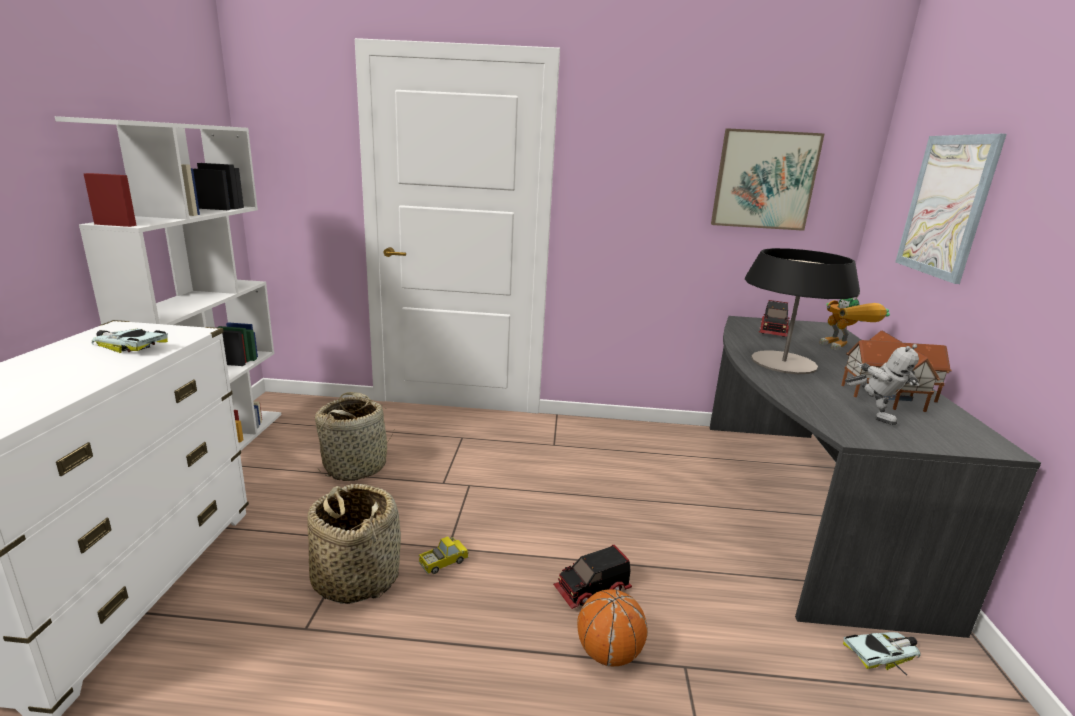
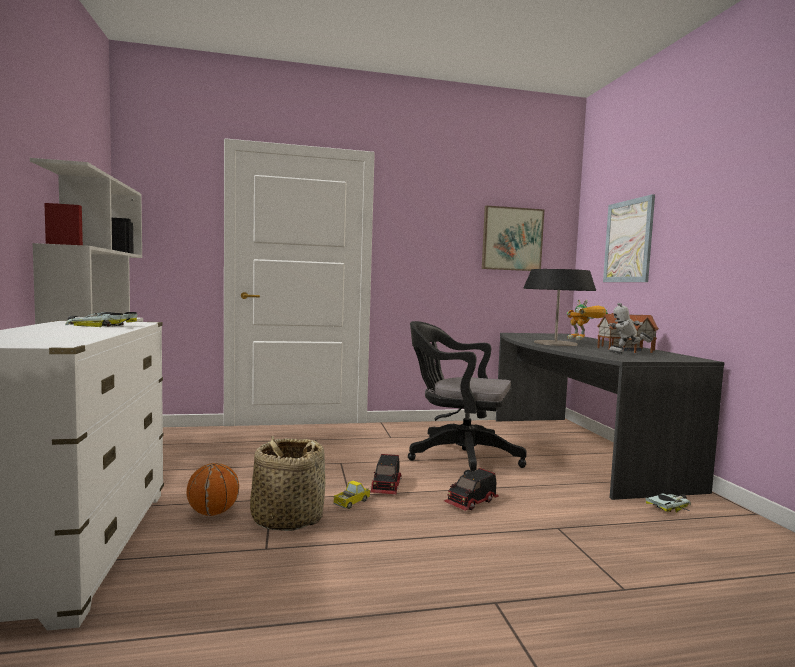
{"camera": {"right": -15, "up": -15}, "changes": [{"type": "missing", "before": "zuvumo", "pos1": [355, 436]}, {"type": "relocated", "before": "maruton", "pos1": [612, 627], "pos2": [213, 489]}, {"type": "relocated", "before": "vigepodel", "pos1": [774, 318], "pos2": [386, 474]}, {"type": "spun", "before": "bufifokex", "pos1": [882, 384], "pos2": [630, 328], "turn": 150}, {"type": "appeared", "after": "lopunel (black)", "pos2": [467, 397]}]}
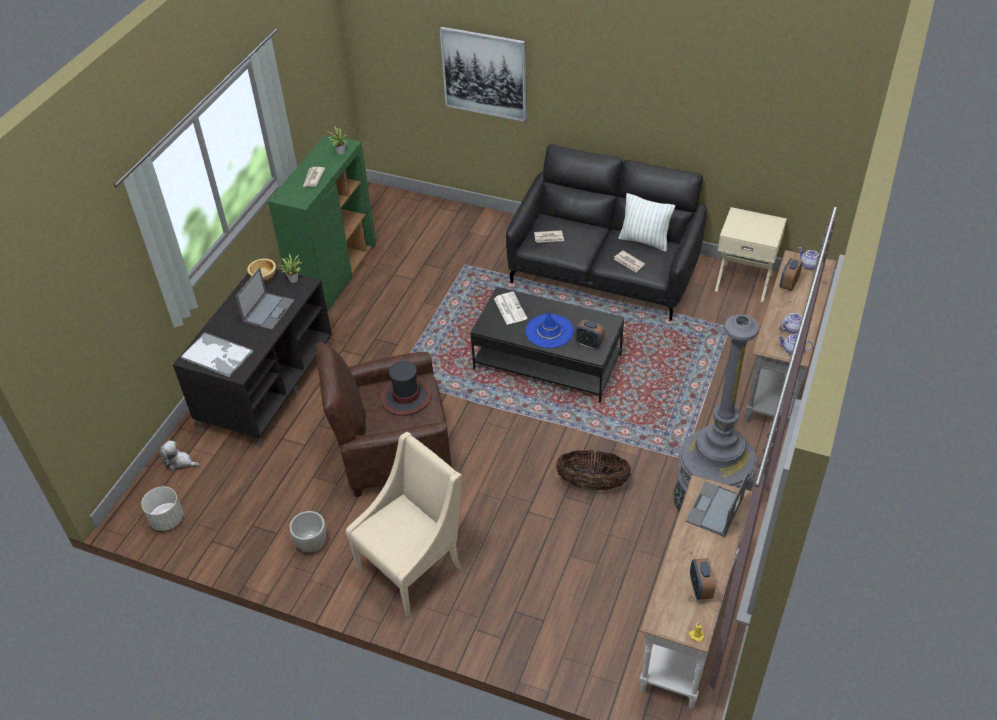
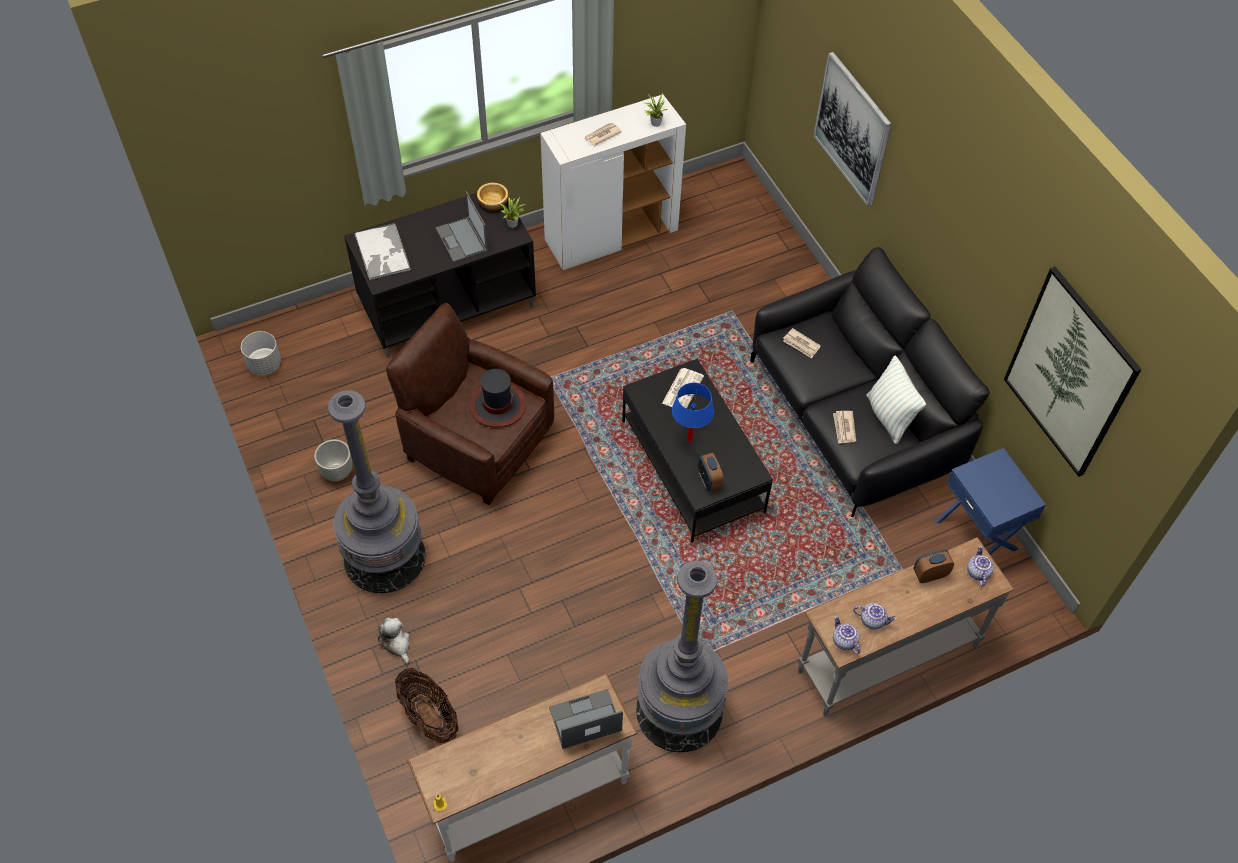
{"camera": {"right": 40, "up": 10}, "changes": [{"type": "relocated", "before": "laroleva", "pos1": [179, 455], "pos2": [394, 641]}, {"type": "spun", "before": "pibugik", "pos1": [265, 298], "pos2": [462, 226], "turn": 90}, {"type": "colour", "before": "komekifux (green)", "after": "komekifux (white)", "pos1": [322, 223], "pos2": [613, 182]}, {"type": "exchanged", "before": "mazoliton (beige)", "after": "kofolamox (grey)", "pos1": [404, 525], "pos2": [377, 491]}, {"type": "exchanged", "before": "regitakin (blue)", "after": "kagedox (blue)", "pos1": [550, 329], "pos2": [693, 412]}, {"type": "relocated", "before": "zuvumo", "pos1": [593, 470], "pos2": [426, 706]}, {"type": "missing", "before": "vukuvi", "pos1": [702, 579]}, {"type": "colour", "before": "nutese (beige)", "after": "nutese (blue)", "pos1": [751, 254], "pos2": [990, 501]}, {"type": "appeared", "after": "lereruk", "pos2": [1073, 372]}]}
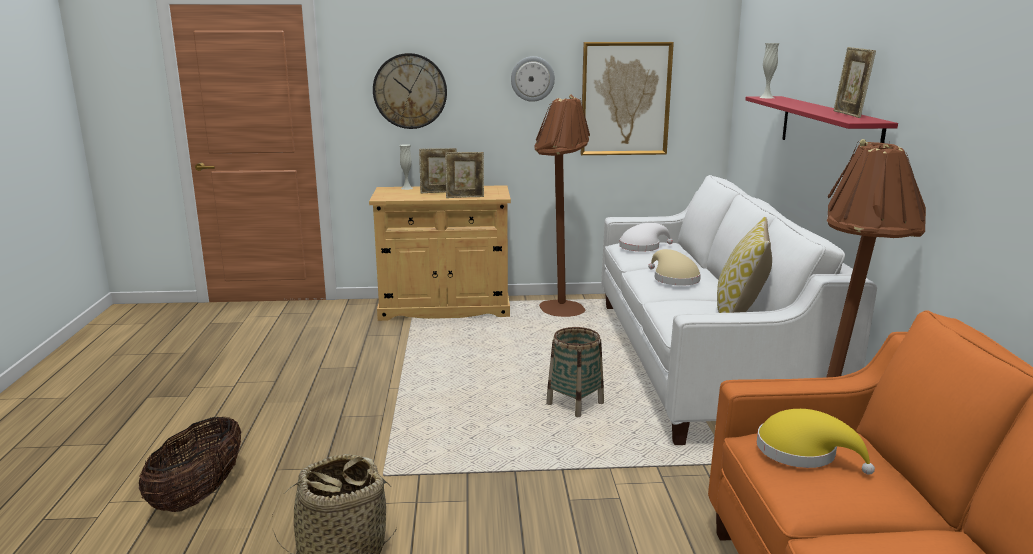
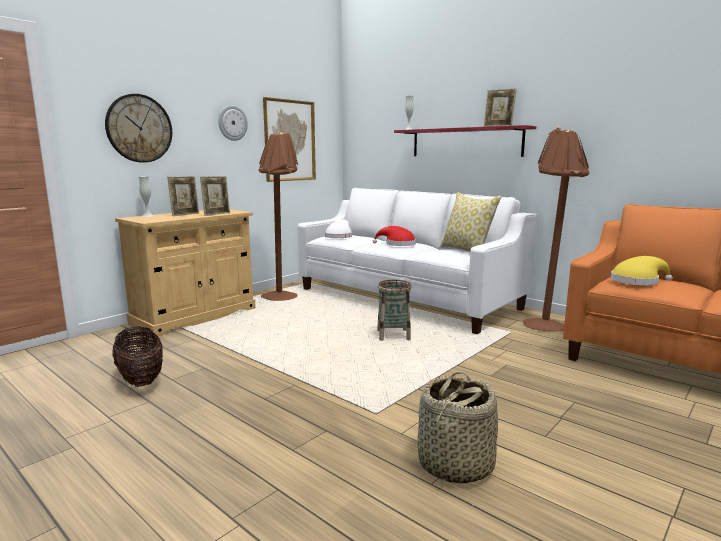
{"camera": {"right": -45, "up": -5}, "changes": [{"type": "relocated", "before": "zuvumo", "pos1": [190, 464], "pos2": [137, 356]}, {"type": "colour", "before": "regitakin (beige)", "after": "regitakin (red)", "pos1": [674, 267], "pos2": [394, 236]}]}
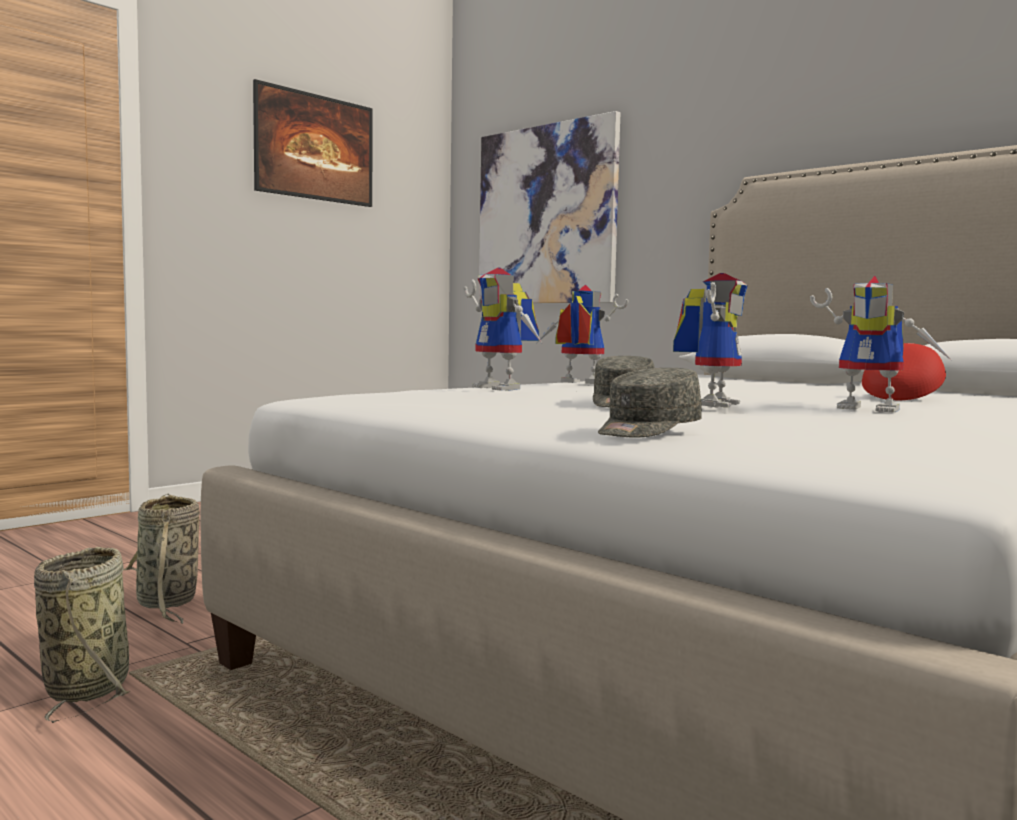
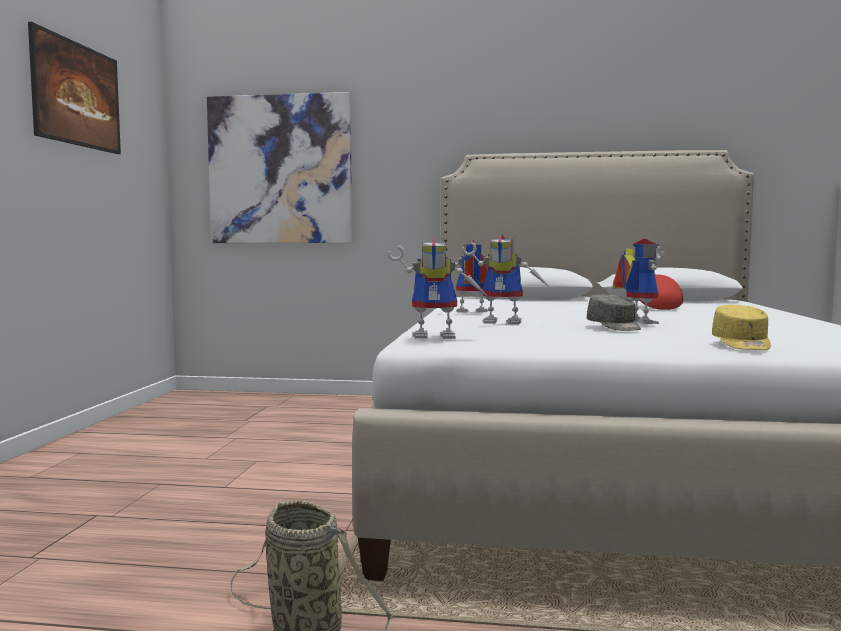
{"camera": {"right": -35, "up": 0}, "changes": [{"type": "missing", "before": "zuvumo", "pos1": [161, 559]}, {"type": "colour", "before": "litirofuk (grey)", "after": "litirofuk (yellow)", "pos1": [650, 403], "pos2": [741, 327]}, {"type": "relocated", "before": "bufifokex", "pos1": [880, 344], "pos2": [437, 288]}]}
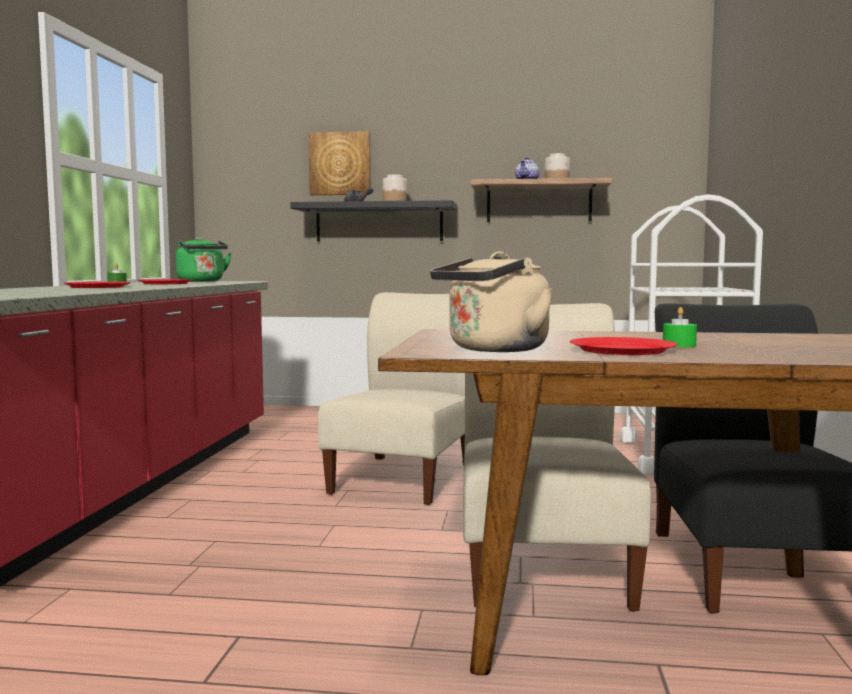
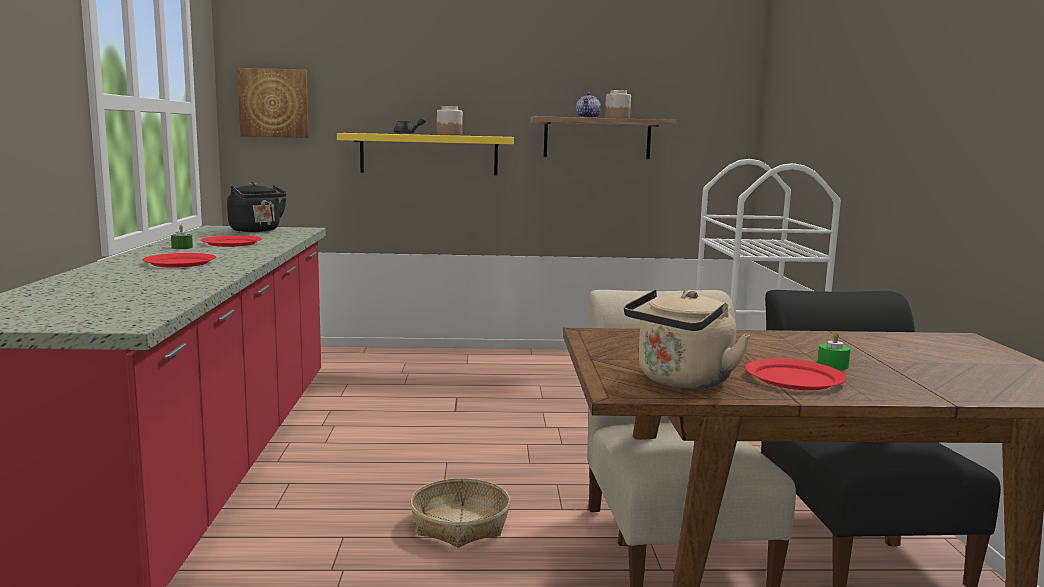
{"camera": {"right": -10, "up": 5}, "changes": [{"type": "colour", "before": "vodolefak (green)", "after": "vodolefak (black)", "pos1": [203, 259], "pos2": [257, 207]}, {"type": "colour", "before": "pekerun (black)", "after": "pekerun (yellow)", "pos1": [373, 221], "pos2": [425, 154]}, {"type": "relocated", "before": "lereruk", "pos1": [340, 163], "pos2": [273, 103]}, {"type": "missing", "before": "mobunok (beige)", "pos1": [391, 398]}, {"type": "appeared", "after": "zuvumo", "pos2": [460, 512]}]}
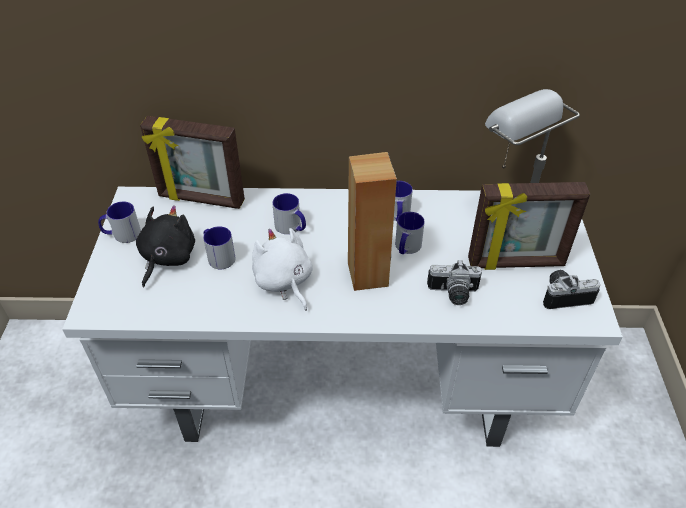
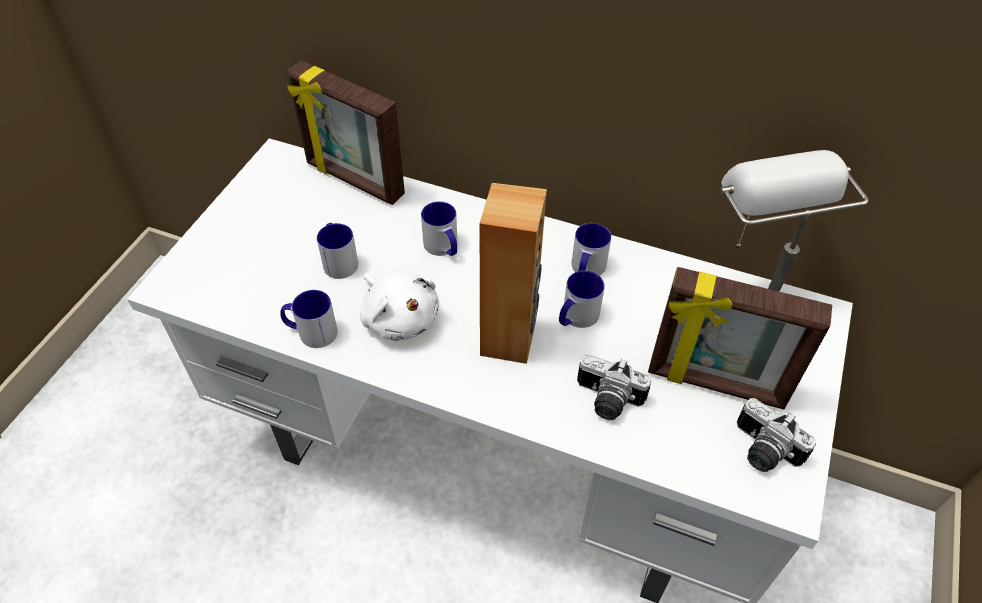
{"camera": {"right": 20, "up": 5}, "changes": [{"type": "relocated", "before": "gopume", "pos1": [119, 222], "pos2": [309, 319]}, {"type": "missing", "before": "laroleva (black)", "pos1": [165, 246]}, {"type": "spun", "before": "laroleva (white)", "pos1": [282, 269], "pos2": [399, 306], "turn": 150}, {"type": "spun", "before": "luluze", "pos1": [571, 289], "pos2": [777, 435], "turn": -150}]}
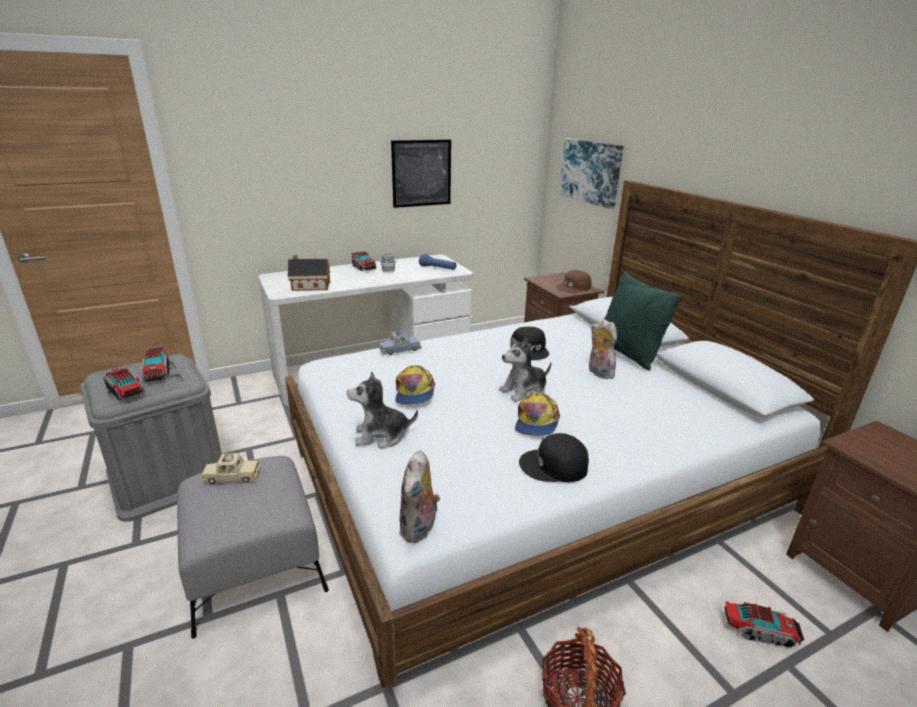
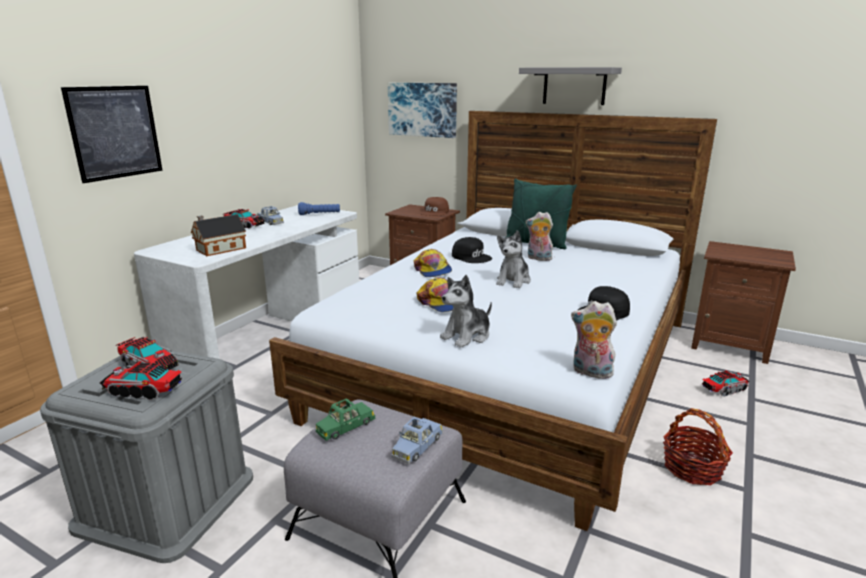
{"camera": {"right": -35, "up": -5}, "changes": [{"type": "colour", "before": "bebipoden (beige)", "after": "bebipoden (green)", "pos1": [231, 468], "pos2": [345, 419]}, {"type": "relocated", "before": "bebipoden (blue)", "pos1": [401, 343], "pos2": [417, 441]}, {"type": "relocated", "before": "lereruk", "pos1": [421, 174], "pos2": [112, 134]}, {"type": "spun", "before": "laroleva", "pos1": [419, 496], "pos2": [594, 340], "turn": 135}, {"type": "relocated", "before": "litirofuk", "pos1": [537, 414], "pos2": [433, 263]}, {"type": "appeared", "after": "pekerun (grey)", "pos2": [570, 86]}]}
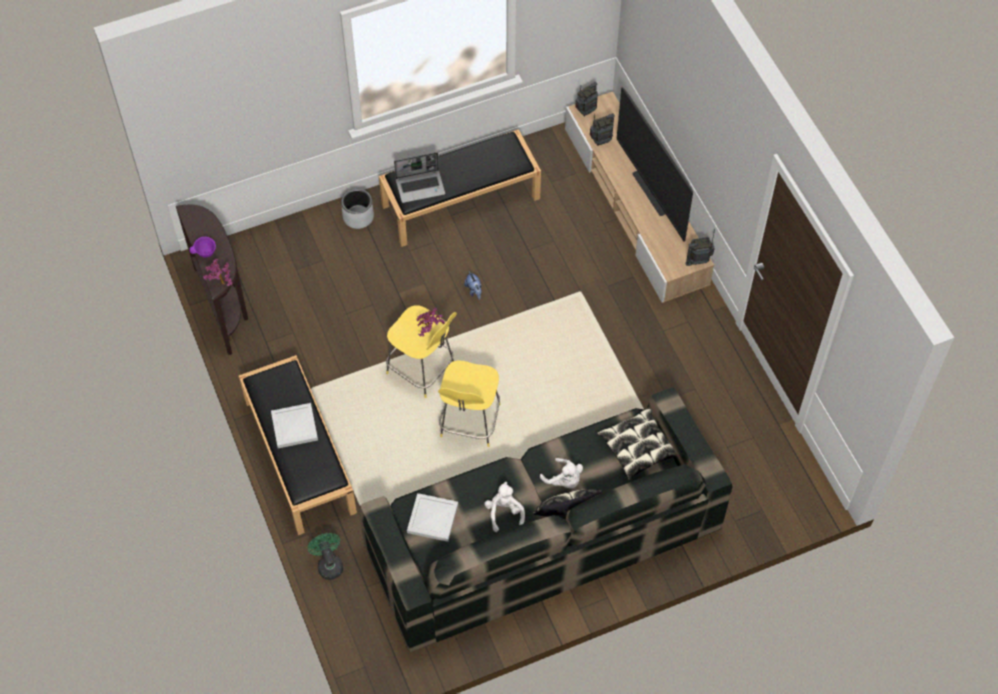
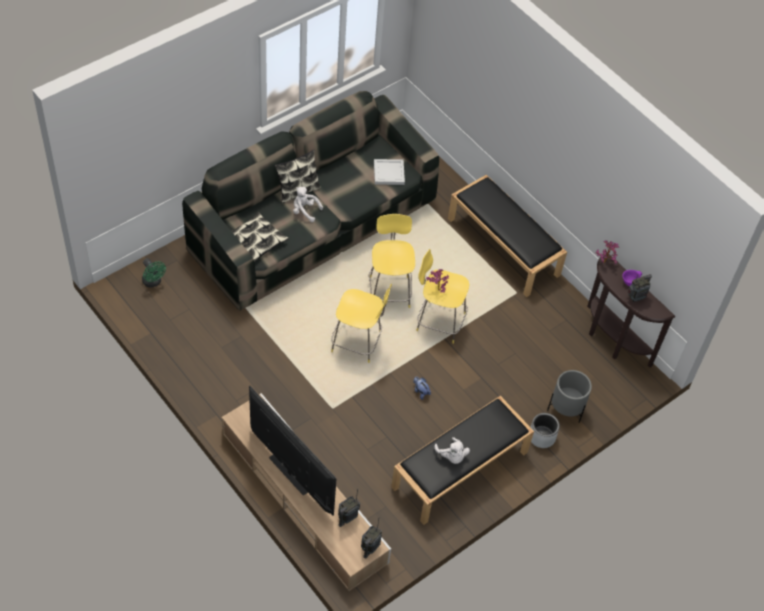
{"camera": {"right": 160, "up": -5}, "changes": [{"type": "missing", "before": "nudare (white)", "pos1": [294, 425]}, {"type": "relocated", "before": "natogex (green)", "pos1": [325, 556], "pos2": [154, 272]}, {"type": "missing", "before": "pibugik", "pos1": [419, 177]}, {"type": "relocated", "before": "laroleva (white)", "pos1": [504, 506], "pos2": [452, 450]}, {"type": "relocated", "before": "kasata", "pos1": [700, 247], "pos2": [640, 288]}, {"type": "appeared", "after": "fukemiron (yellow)", "pos2": [361, 323]}, {"type": "appeared", "after": "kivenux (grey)", "pos2": [569, 396]}]}
